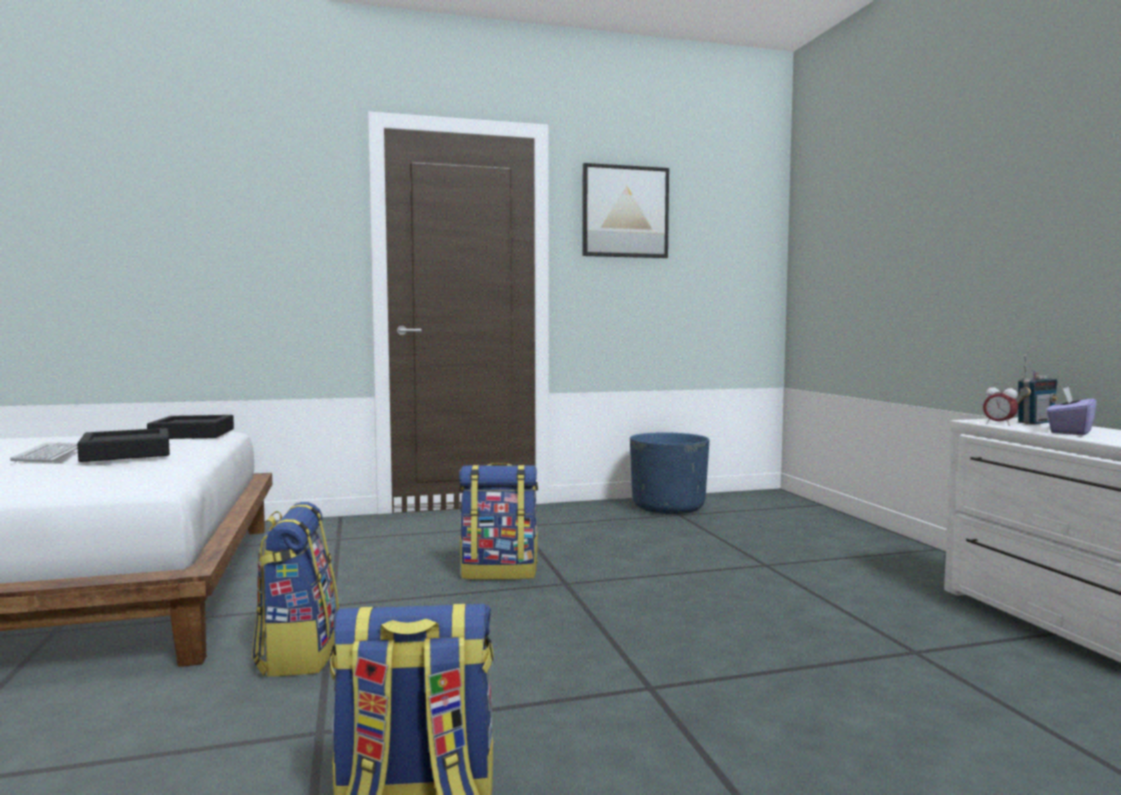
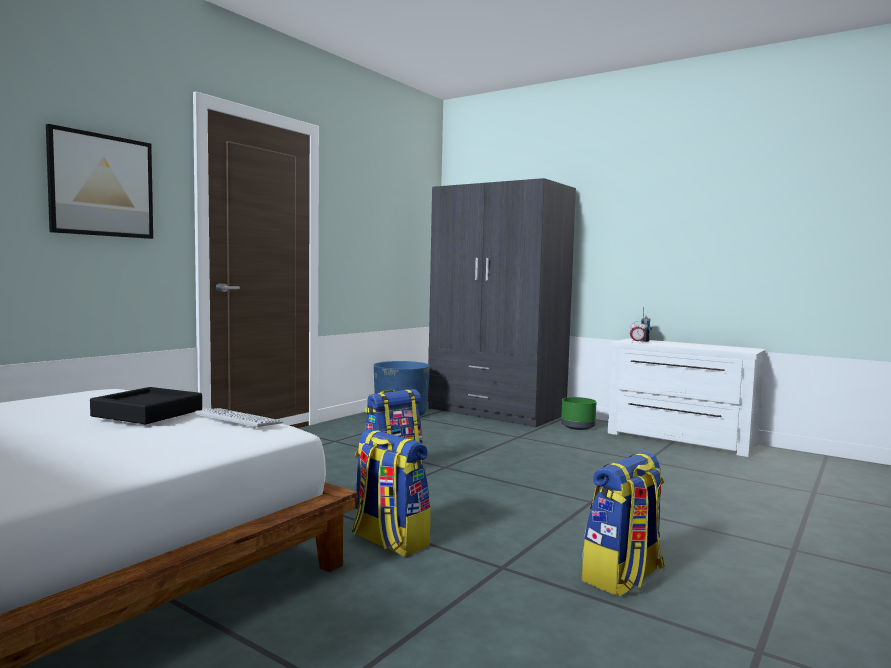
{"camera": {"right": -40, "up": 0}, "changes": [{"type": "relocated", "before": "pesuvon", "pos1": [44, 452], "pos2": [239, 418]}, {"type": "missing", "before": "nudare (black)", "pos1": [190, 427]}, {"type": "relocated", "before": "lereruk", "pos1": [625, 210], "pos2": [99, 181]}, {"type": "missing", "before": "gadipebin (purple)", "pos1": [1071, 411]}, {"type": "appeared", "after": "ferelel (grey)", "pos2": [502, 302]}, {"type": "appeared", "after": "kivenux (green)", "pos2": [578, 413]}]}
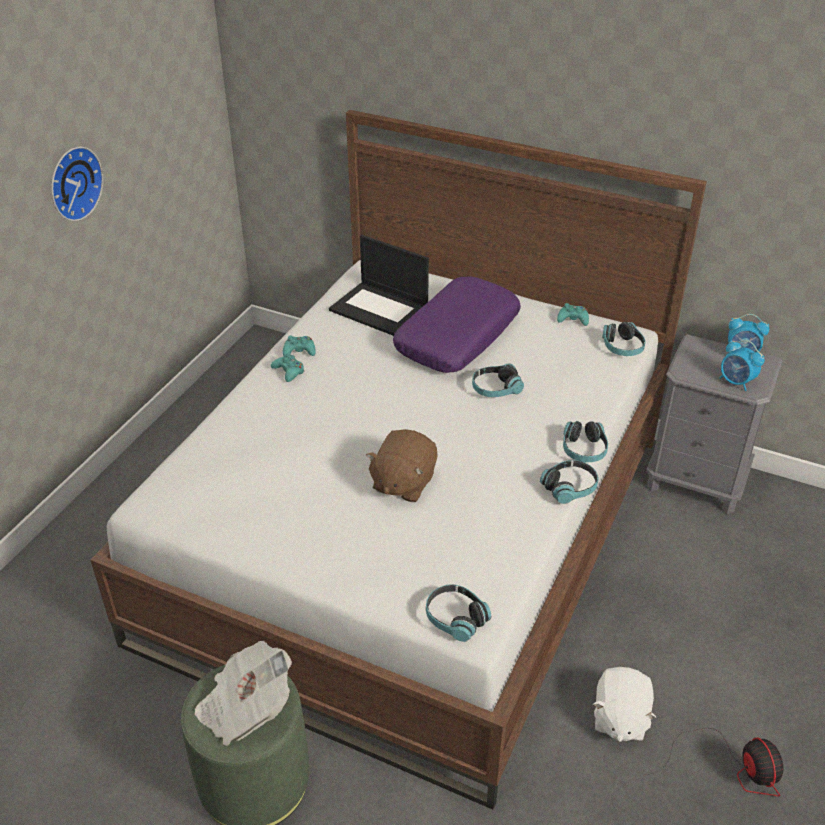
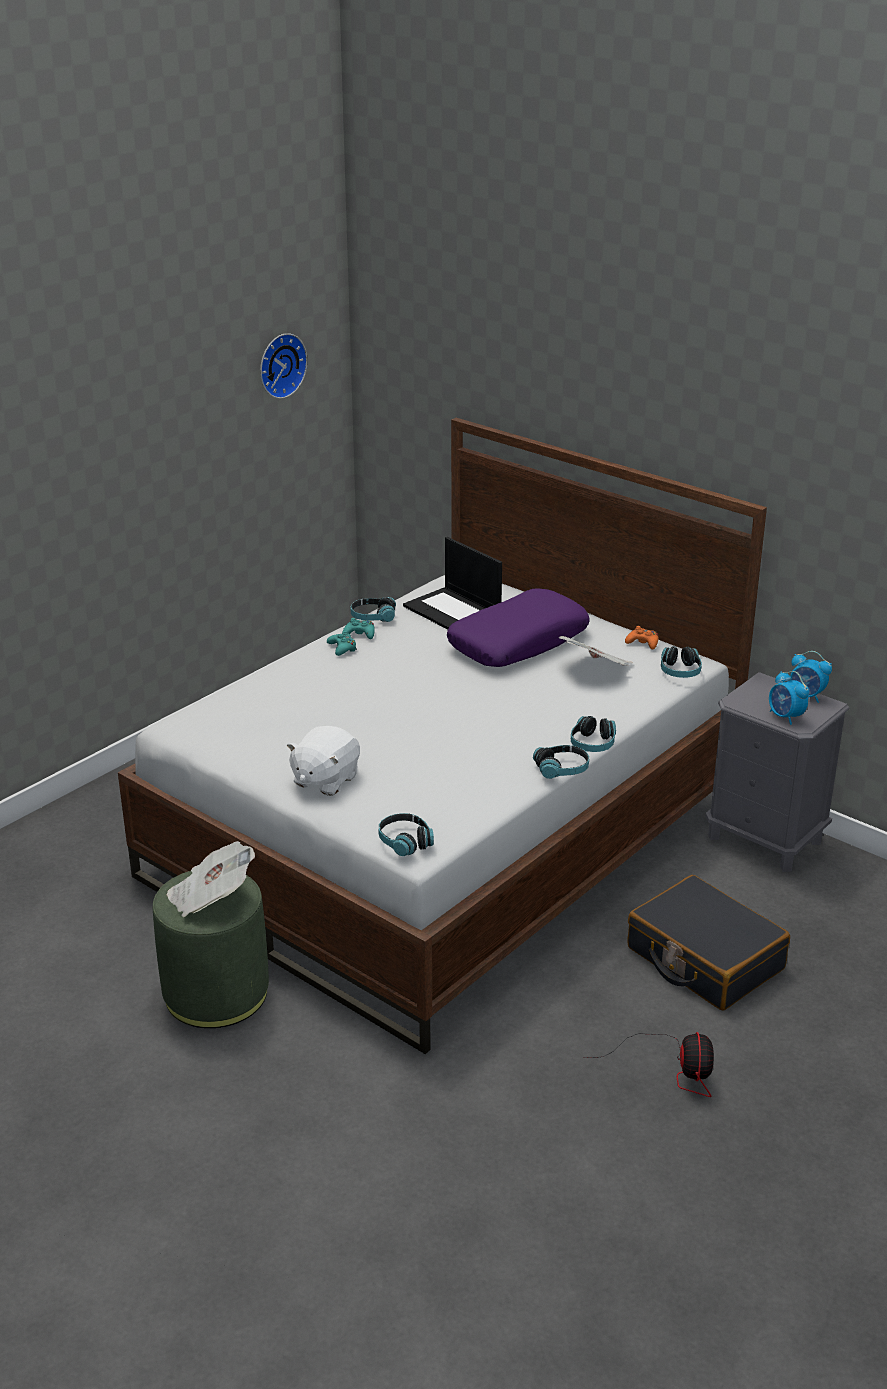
{"camera": {"right": 15, "up": -10}, "changes": [{"type": "relocated", "before": "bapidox", "pos1": [77, 184], "pos2": [284, 366]}, {"type": "missing", "before": "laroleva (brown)", "pos1": [402, 465]}, {"type": "relocated", "before": "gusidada", "pos1": [498, 380], "pos2": [373, 609]}, {"type": "colour", "before": "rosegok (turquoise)", "after": "rosegok (orange)", "pos1": [573, 314], "pos2": [642, 637]}, {"type": "relocated", "before": "laroleva (white)", "pos1": [625, 704], "pos2": [323, 761]}, {"type": "appeared", "after": "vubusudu", "pos2": [596, 651]}, {"type": "appeared", "after": "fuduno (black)", "pos2": [708, 942]}]}
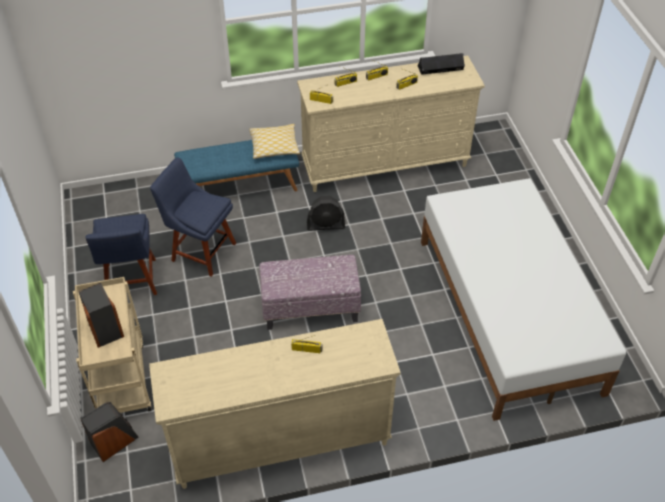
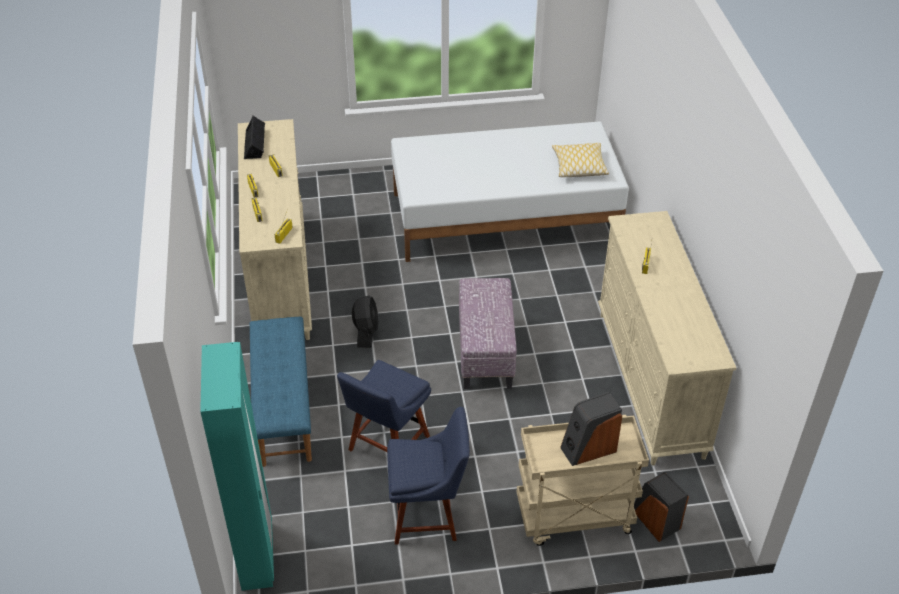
{"camera": {"right": -85, "up": -5}, "changes": [{"type": "relocated", "before": "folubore", "pos1": [274, 141], "pos2": [580, 160]}, {"type": "appeared", "after": "ferelel (turquoise)", "pos2": [237, 466]}]}
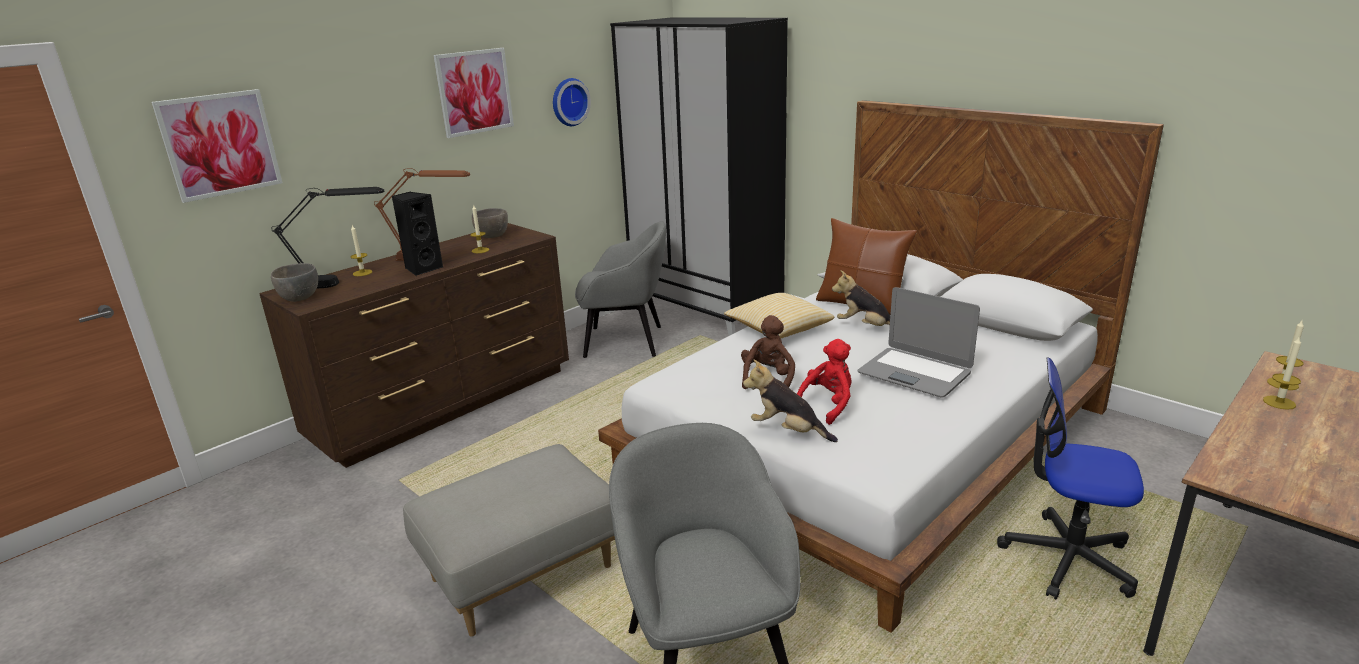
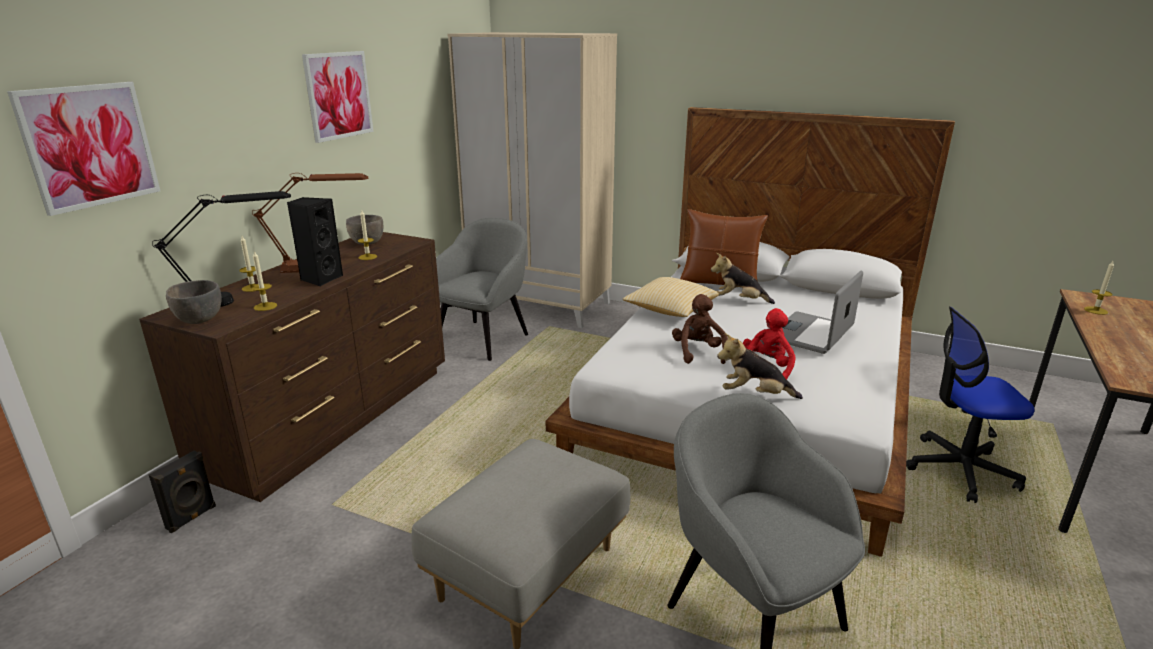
{"camera": {"right": -20, "up": 0}, "changes": [{"type": "missing", "before": "bapidox", "pos1": [572, 102]}, {"type": "spun", "before": "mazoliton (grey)", "pos1": [620, 289], "pos2": [482, 289], "turn": -45}, {"type": "colour", "before": "ferelel (black)", "after": "ferelel (beige)", "pos1": [699, 176], "pos2": [532, 180]}, {"type": "spun", "before": "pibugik", "pos1": [919, 342], "pos2": [822, 312], "turn": 105}, {"type": "relocated", "before": "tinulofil", "pos1": [1282, 373], "pos2": [264, 281]}, {"type": "appeared", "after": "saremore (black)", "pos2": [182, 491]}]}
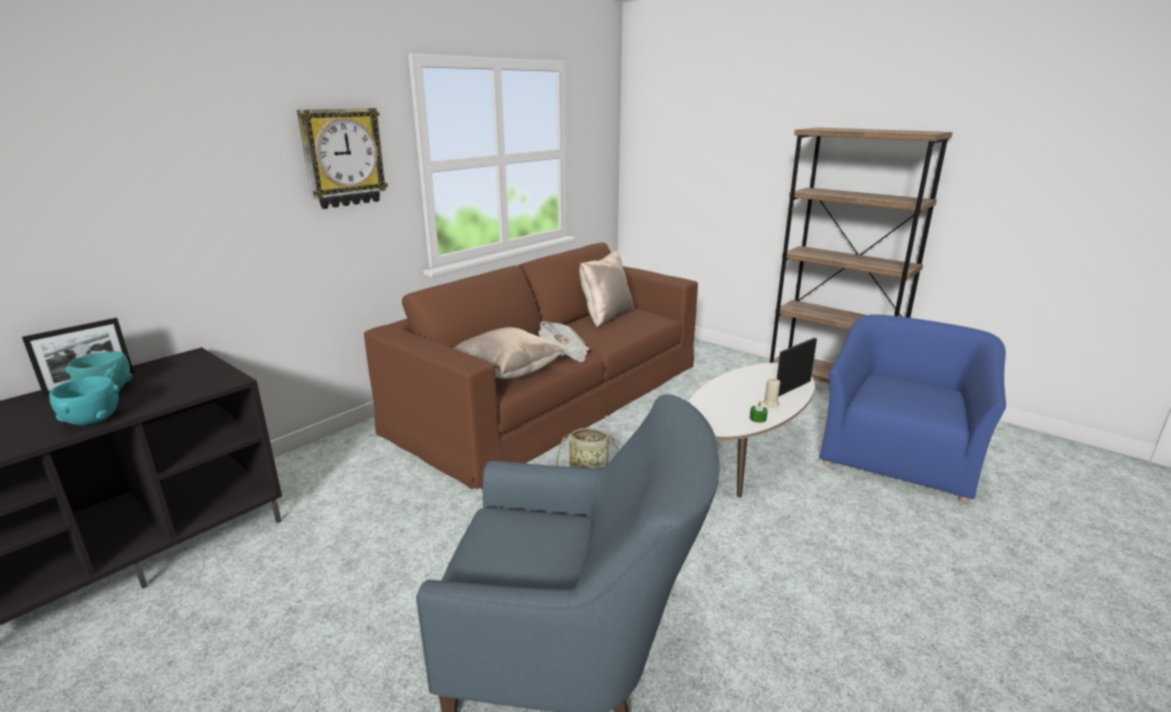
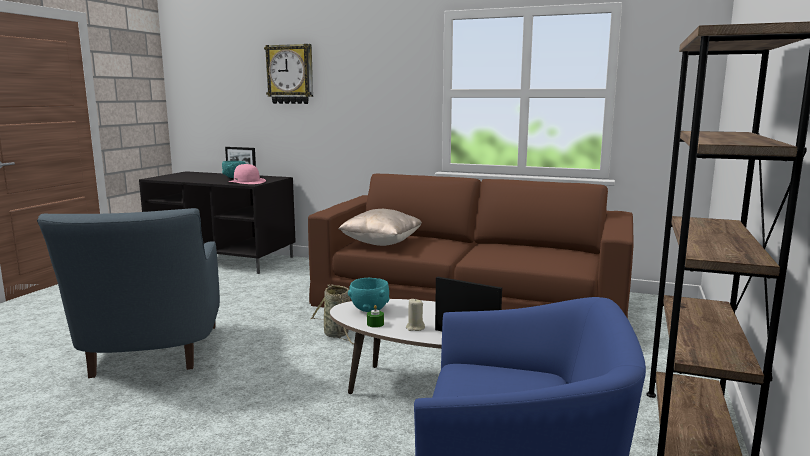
{"camera": {"right": 70, "up": -10}, "changes": [{"type": "relocated", "before": "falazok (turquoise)", "pos1": [84, 400], "pos2": [369, 295]}, {"type": "relocated", "before": "bapidox", "pos1": [342, 158], "pos2": [288, 74]}, {"type": "missing", "before": "vubusudu", "pos1": [563, 341]}, {"type": "missing", "before": "folubore (beige)", "pos1": [606, 289]}, {"type": "appeared", "after": "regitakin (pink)", "pos2": [247, 174]}]}
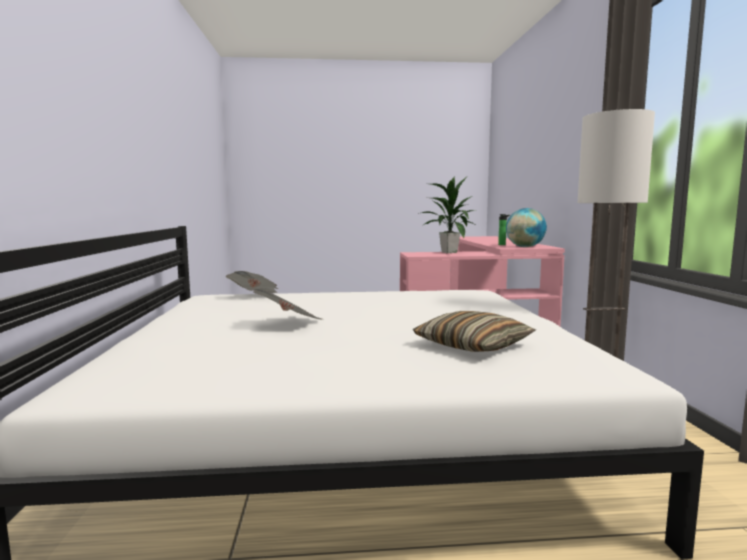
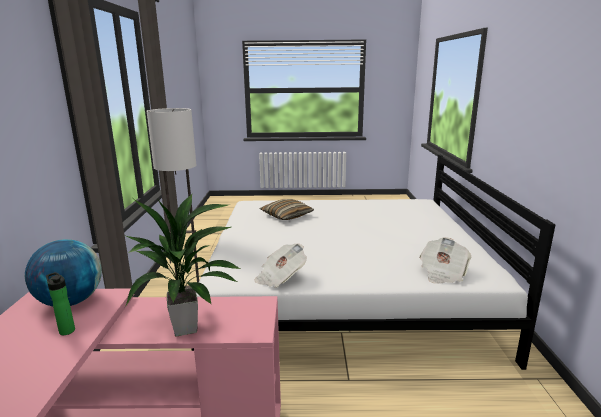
{"camera": {"right": -175, "up": 10}, "changes": [{"type": "relocated", "before": "vubusudu", "pos1": [287, 304], "pos2": [280, 266]}]}
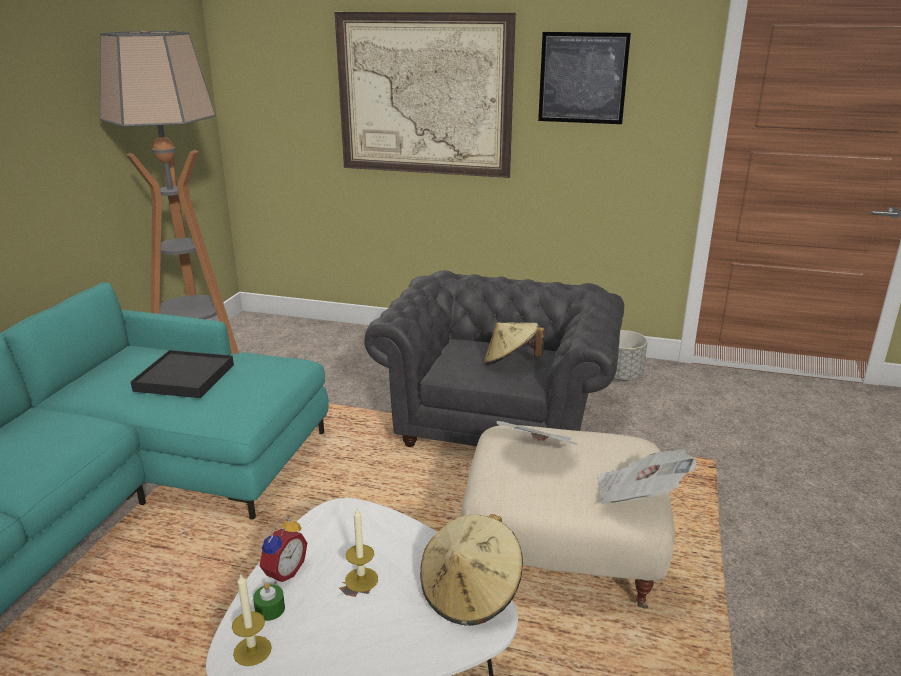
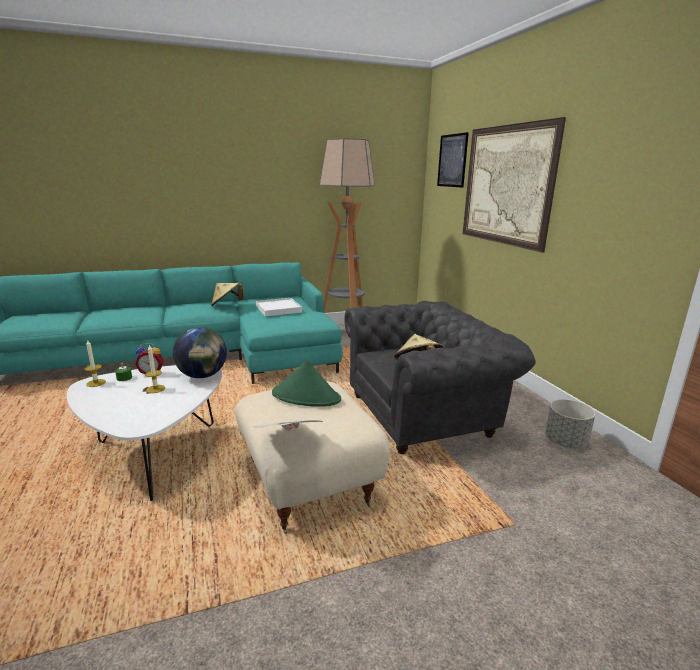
{"camera": {"right": 55, "up": -5}, "changes": [{"type": "colour", "before": "nudare (black)", "after": "nudare (white)", "pos1": [182, 374], "pos2": [279, 307]}, {"type": "relocated", "before": "regitakin (beige)", "pos1": [471, 570], "pos2": [227, 294]}, {"type": "exchanged", "before": "vubusudu", "after": "regitakin (green)", "pos1": [537, 433], "pos2": [306, 383]}, {"type": "relocated", "before": "lereruk", "pos1": [584, 78], "pos2": [453, 160]}, {"type": "appeared", "after": "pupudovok", "pos2": [200, 352]}]}
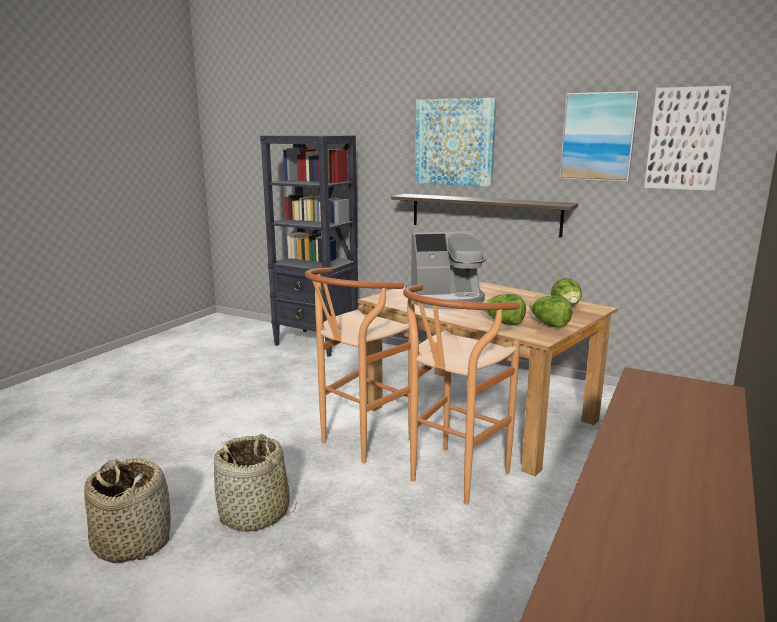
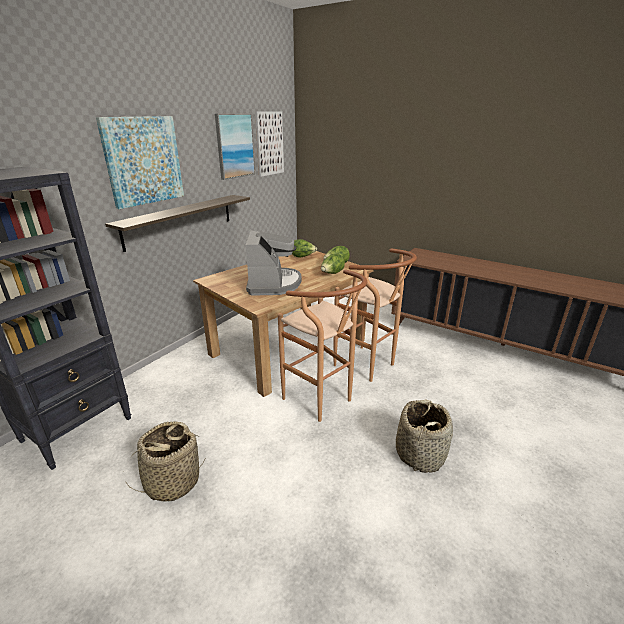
{"camera": {"right": -85, "up": 10}, "changes": [{"type": "relocated", "before": "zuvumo", "pos1": [127, 510], "pos2": [164, 461]}]}
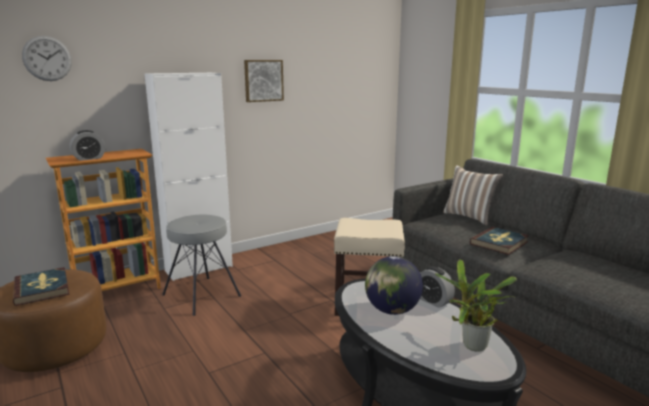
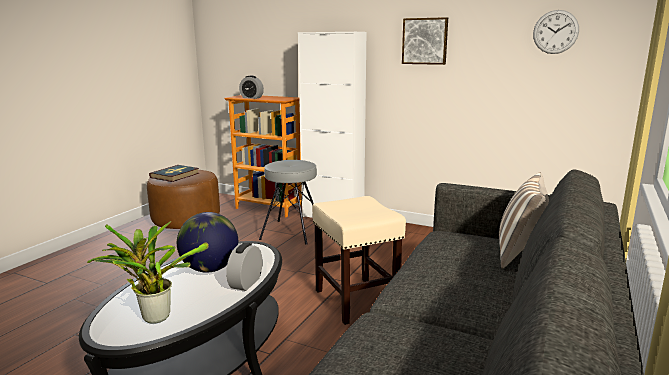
{"camera": {"right": 60, "up": 0}, "changes": [{"type": "relocated", "before": "bapidox", "pos1": [47, 58], "pos2": [556, 32]}, {"type": "missing", "before": "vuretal", "pos1": [499, 241]}]}
